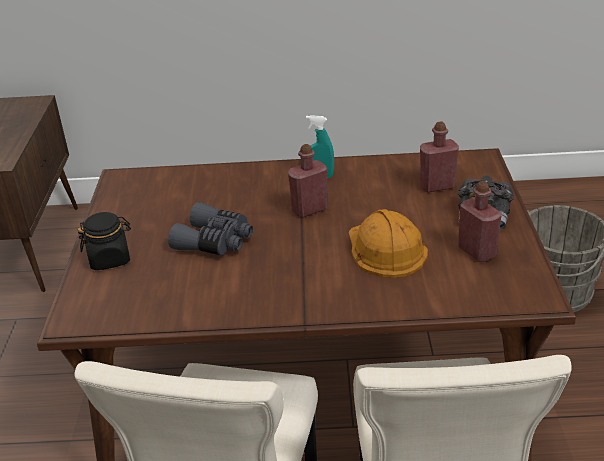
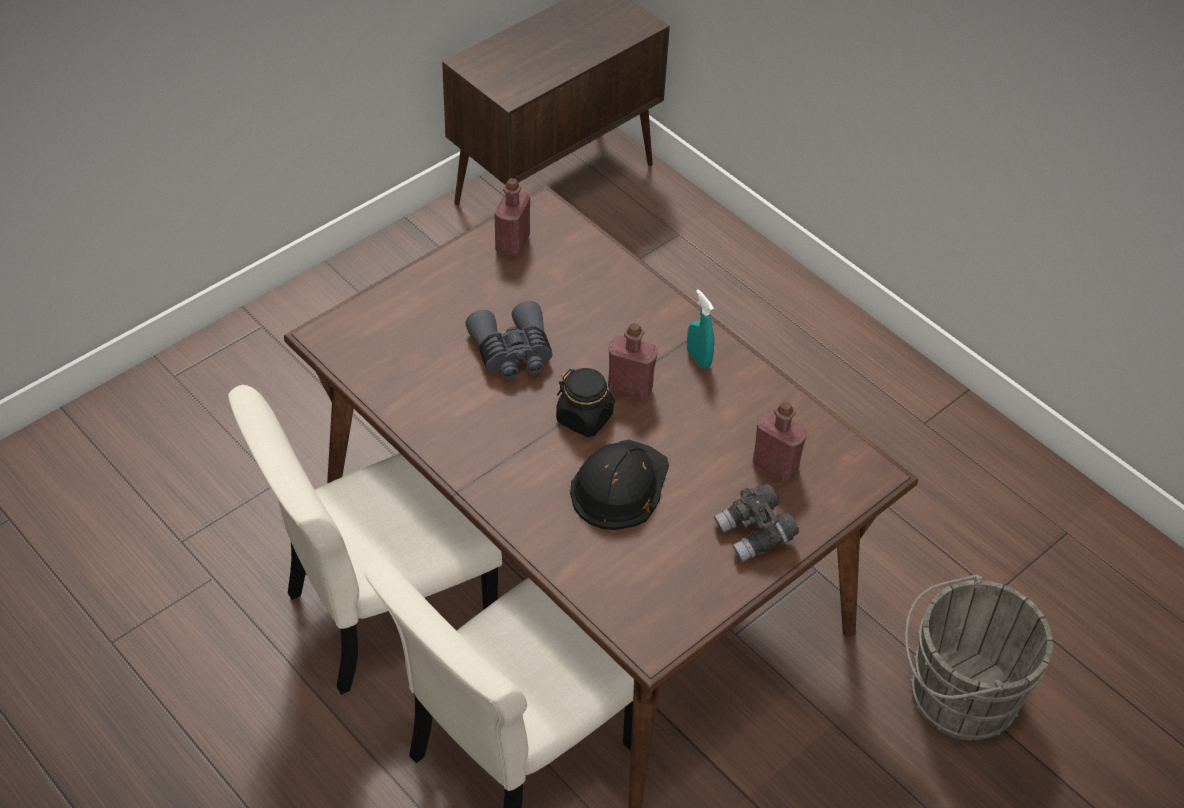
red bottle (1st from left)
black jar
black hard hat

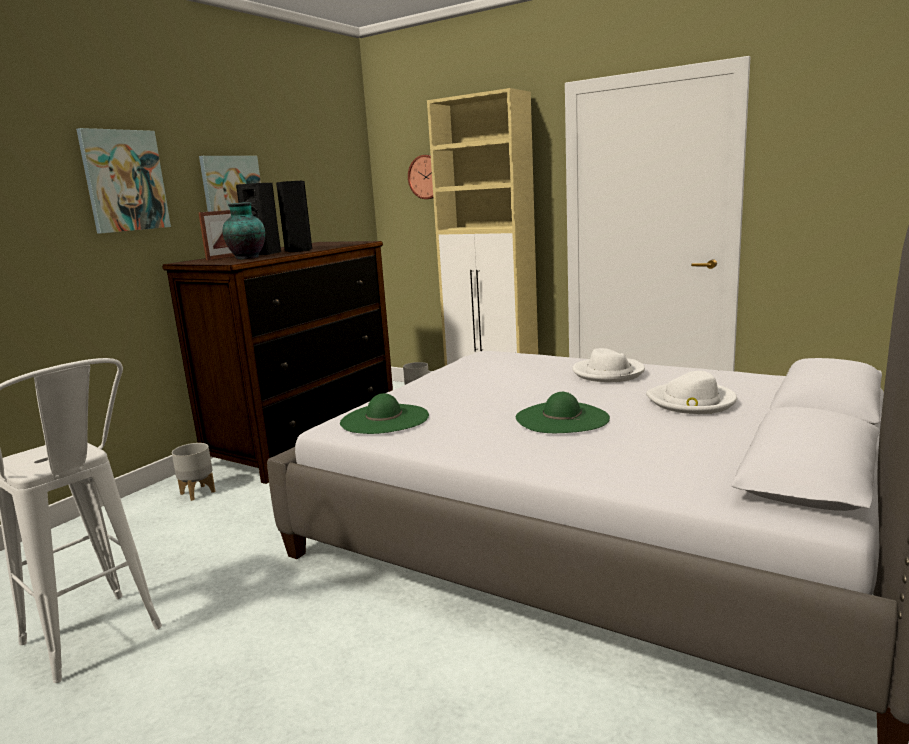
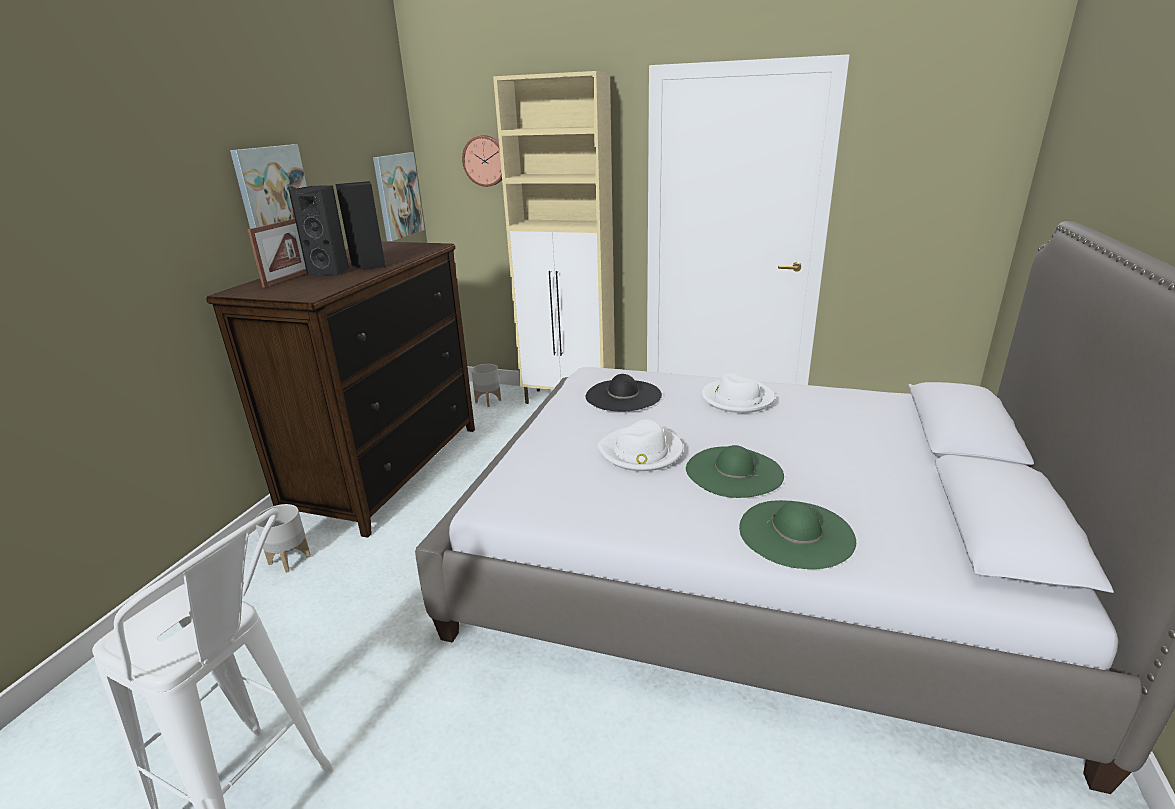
picture (2nd from left)
black hat
white hat (1st from left)
green hat (2nd from left)
vase

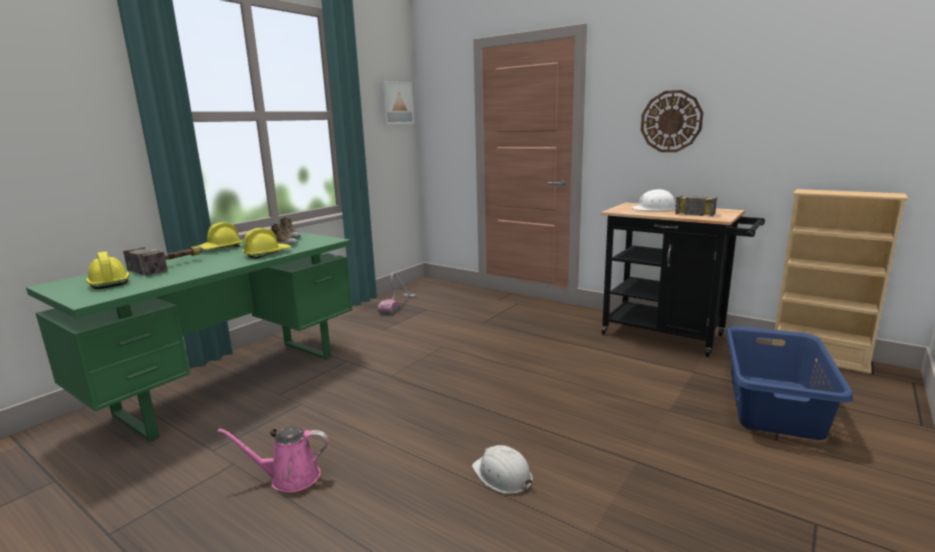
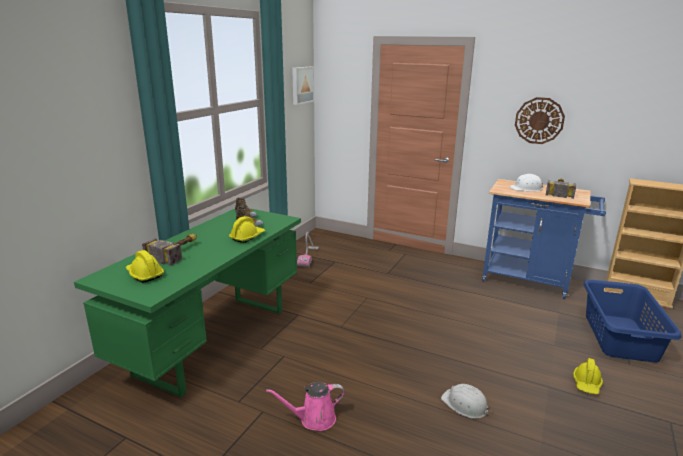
blue cart
yellow hard hat (3rd from left)

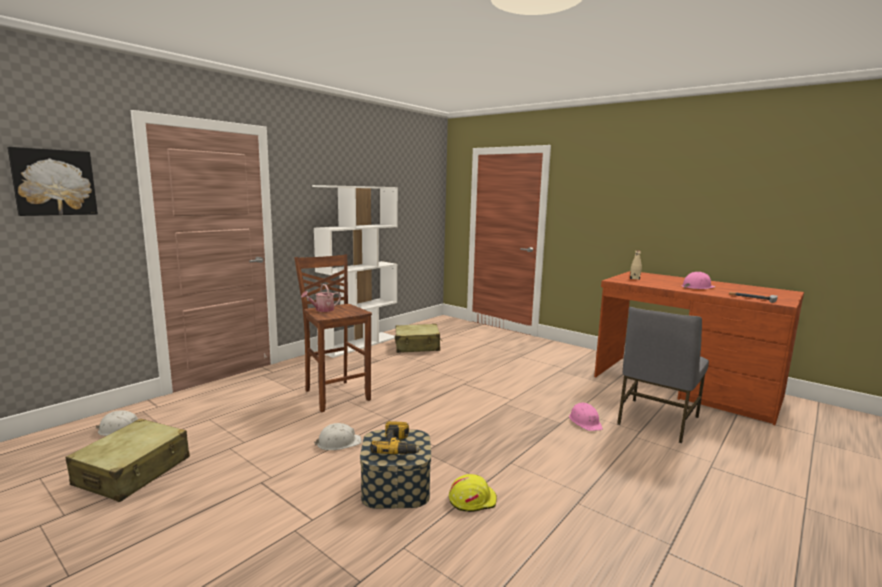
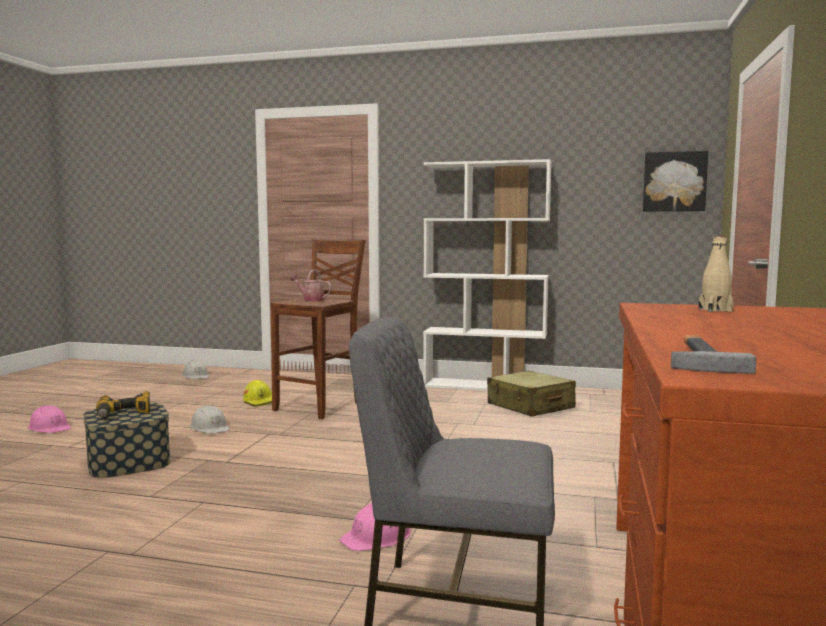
pink hard hat (1st from left)
yellow hard hat
picture
beige suitcase (1st from left in the first image)

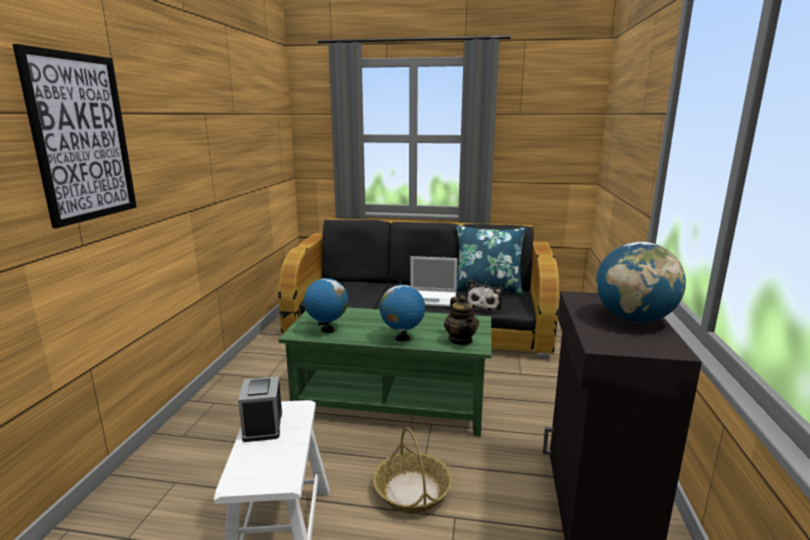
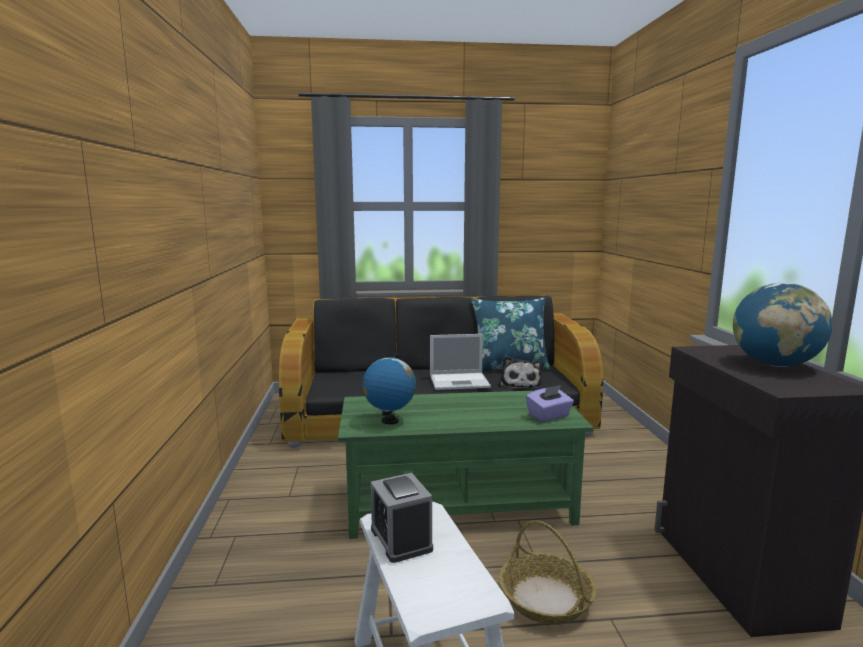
purple tissue box
picture
globe (2nd from left in the first image)

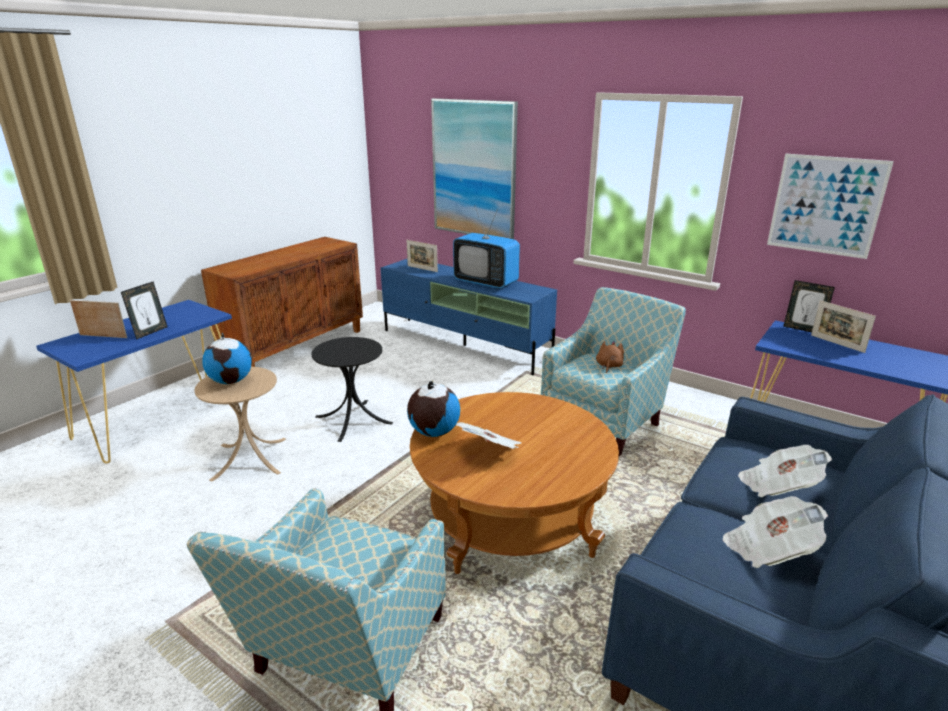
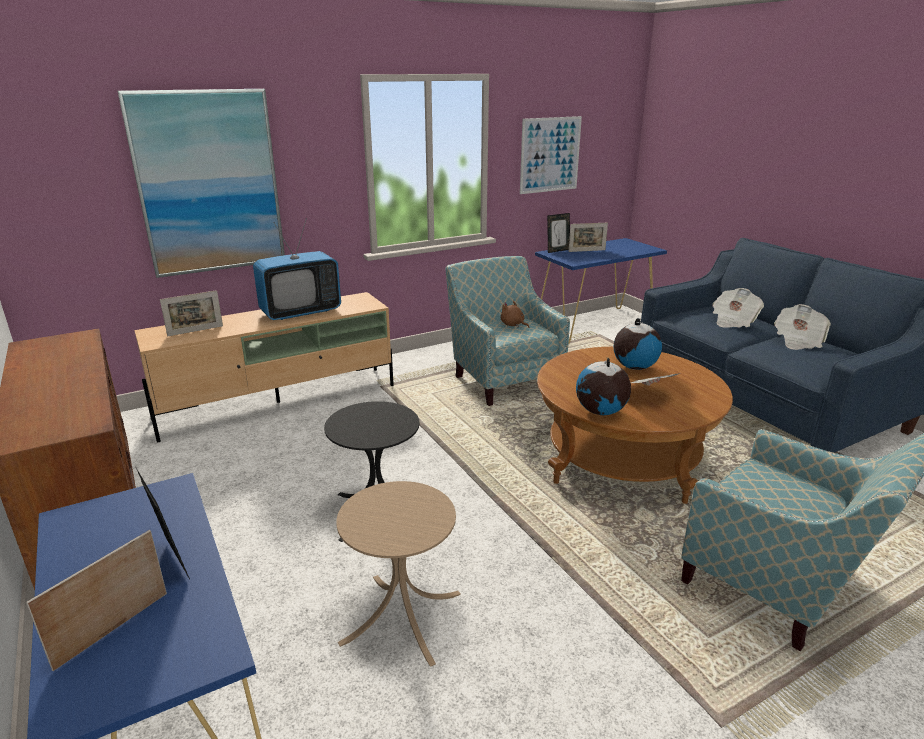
beige tv stand
globe (2nd from left)

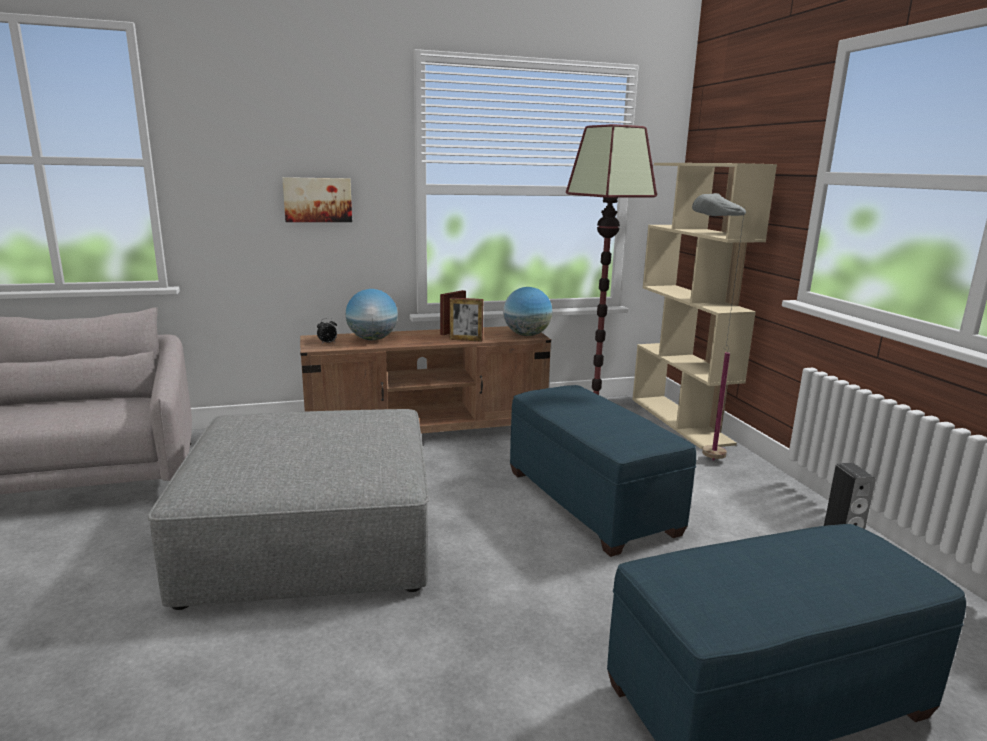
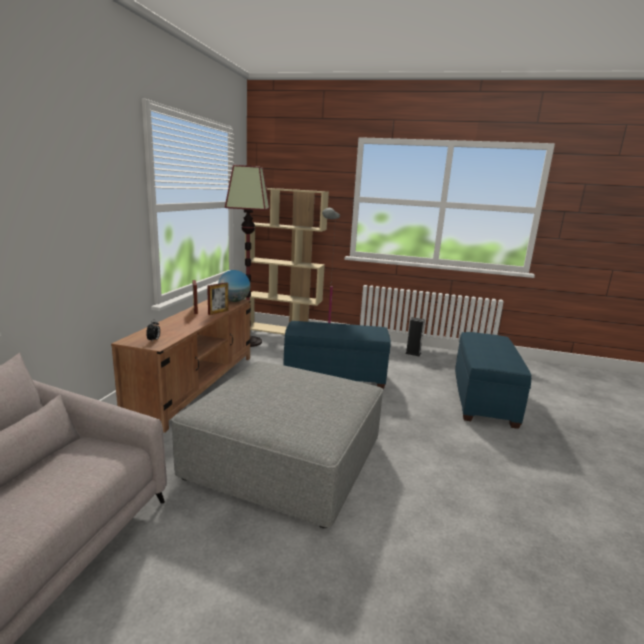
picture
globe (1st from left in the first image)

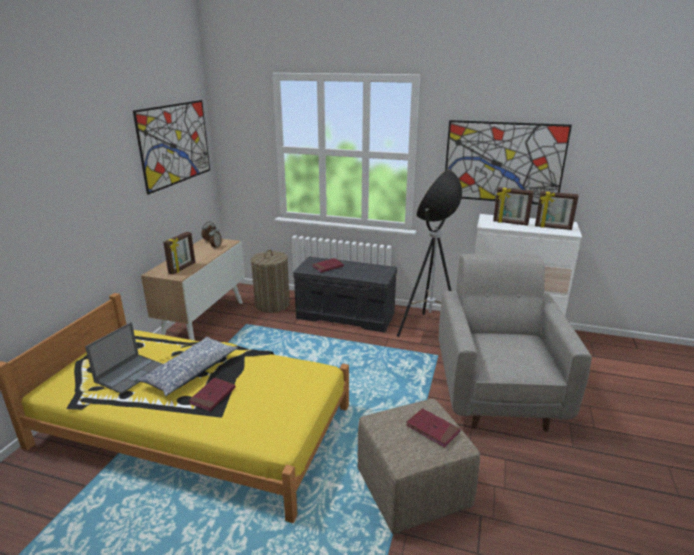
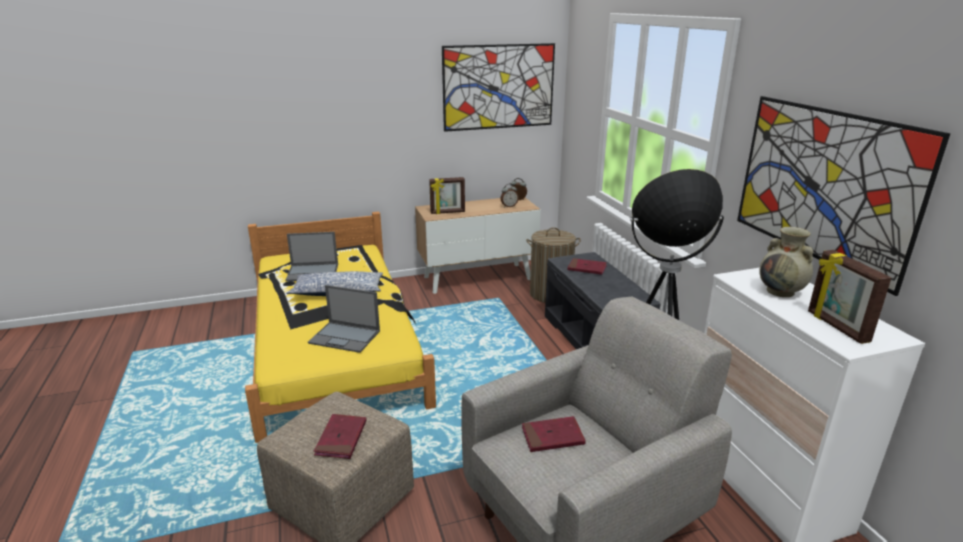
laptop (2nd from left)
red book (2nd from left)
beige vase

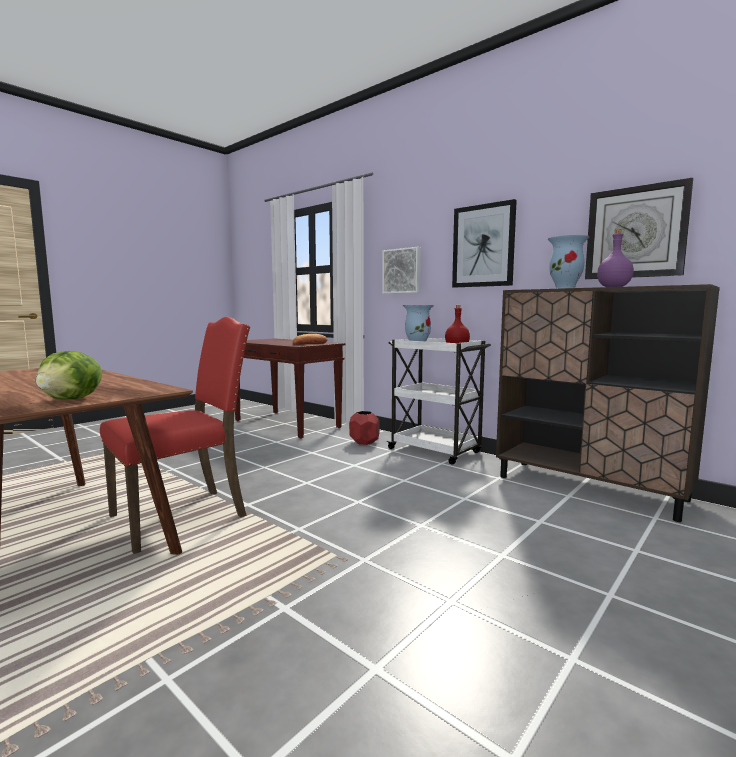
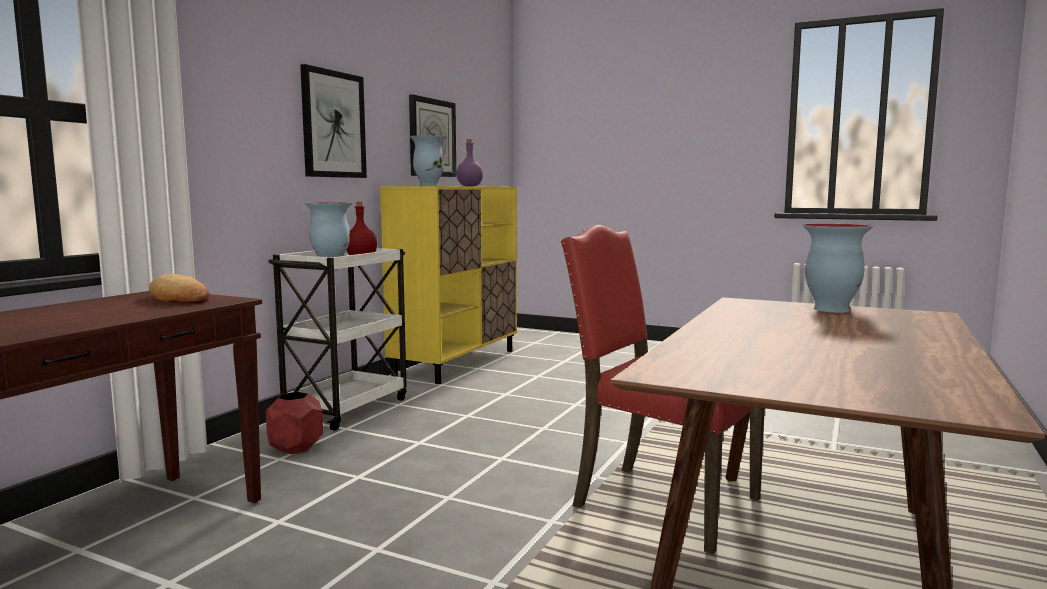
yellow cabinet
vase (3rd from left)
picture (1st from left in the first image)

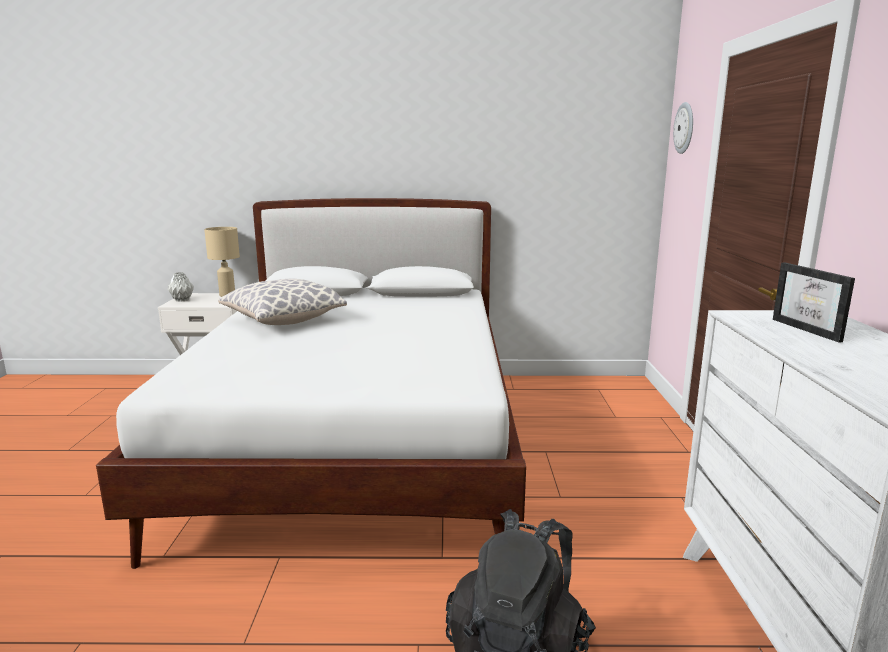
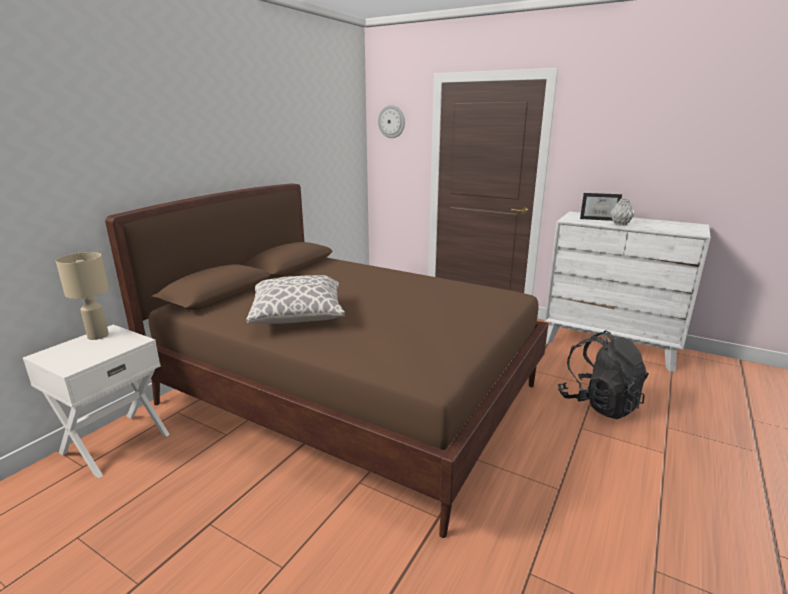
brown bed
grey vase

